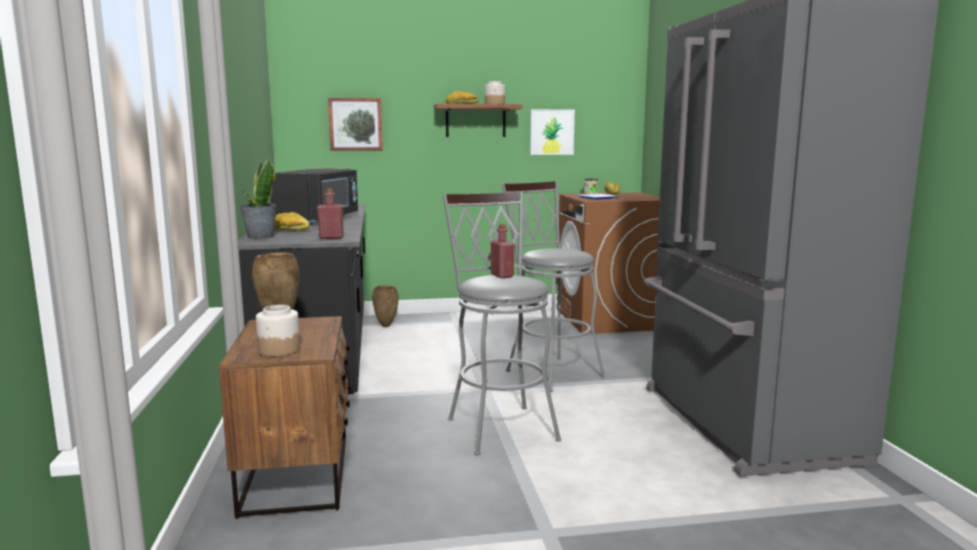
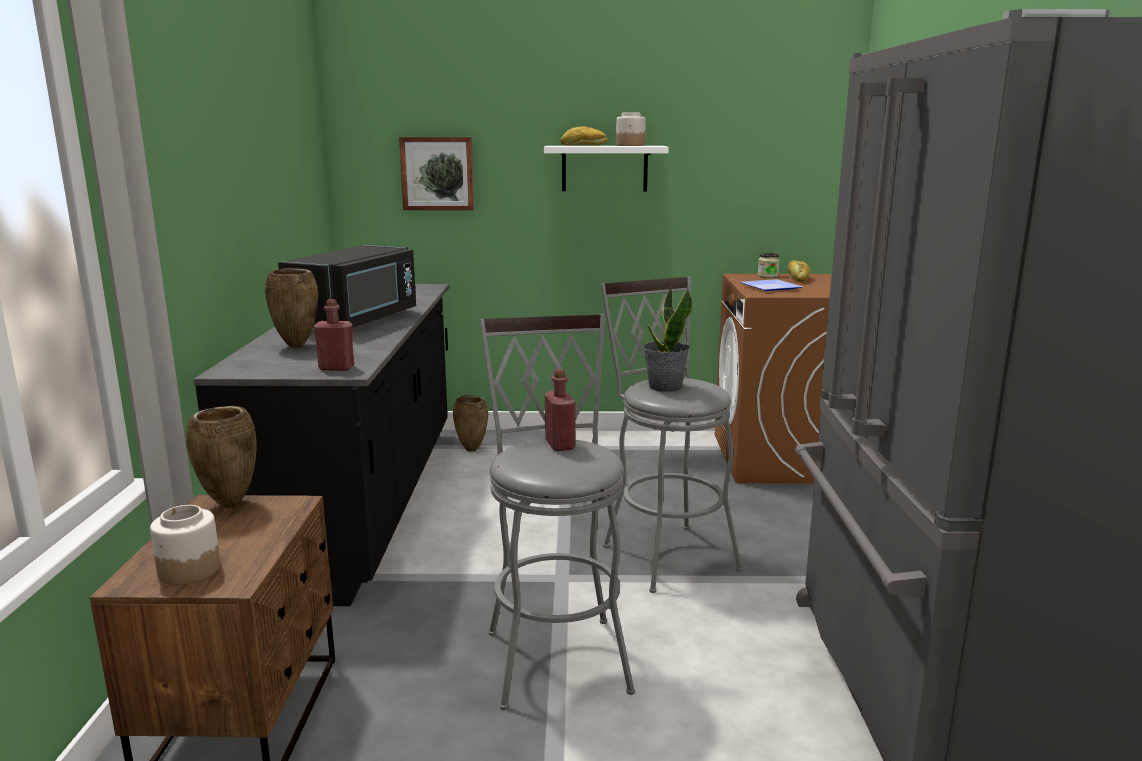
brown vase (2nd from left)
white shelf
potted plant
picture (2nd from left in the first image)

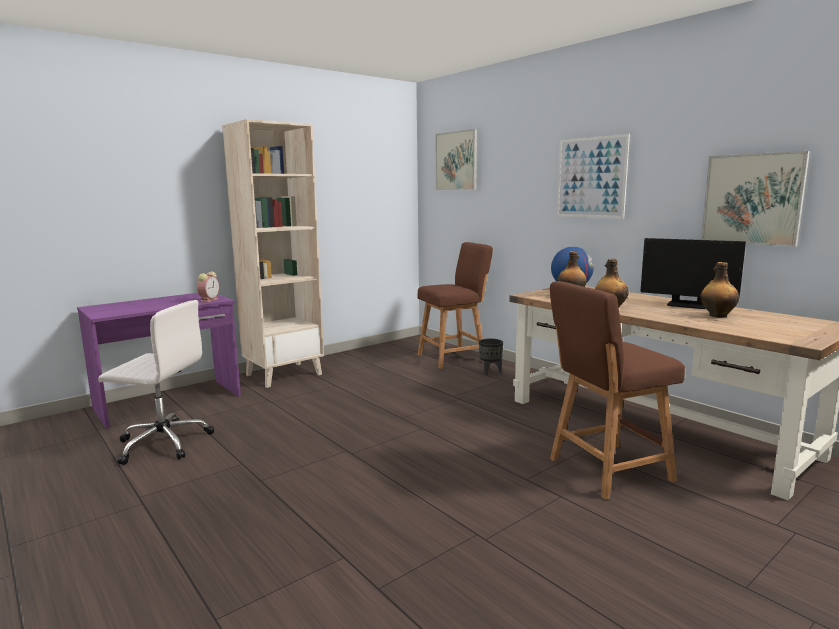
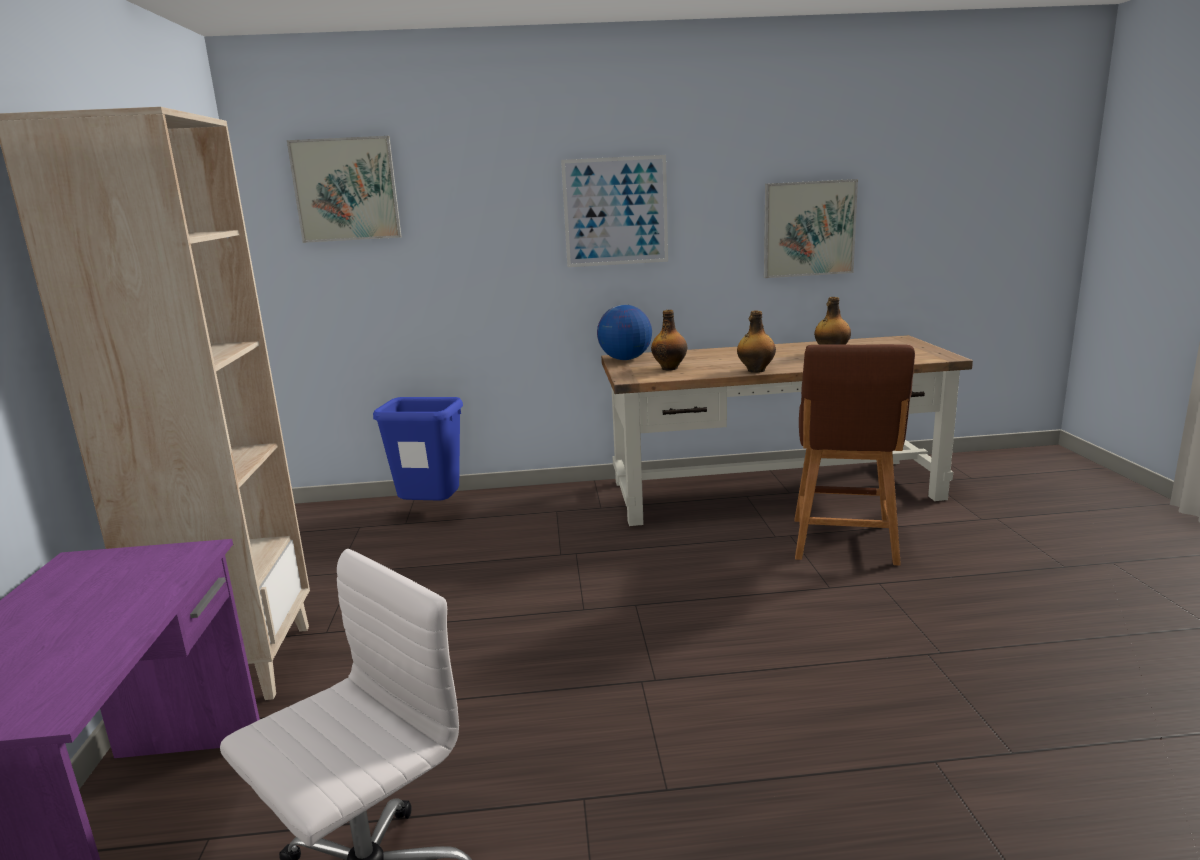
blue trash can
alarm clock
black planter
monitor

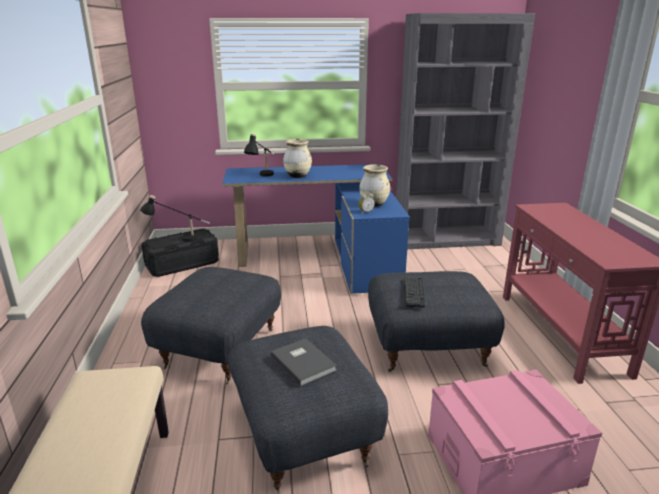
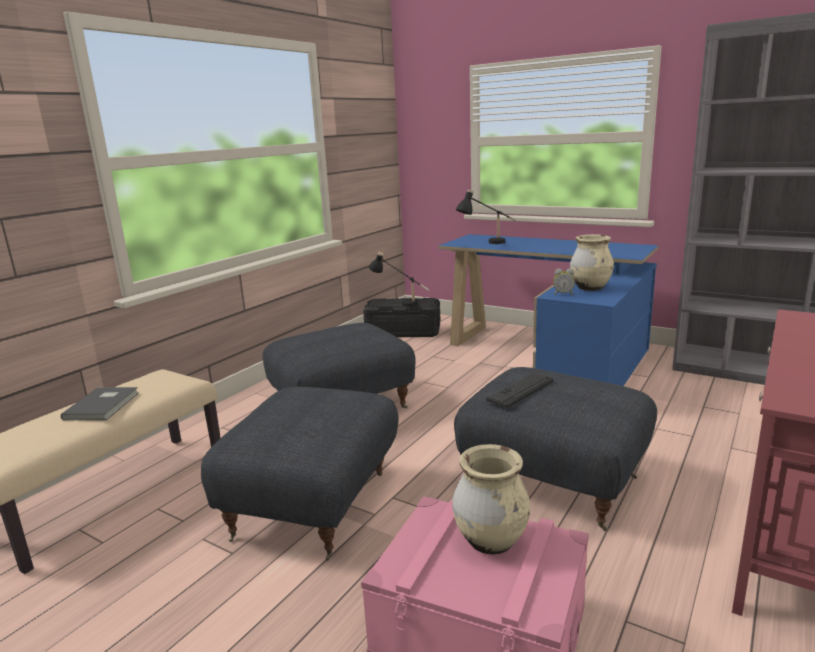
grey book
beige vase (1st from left)

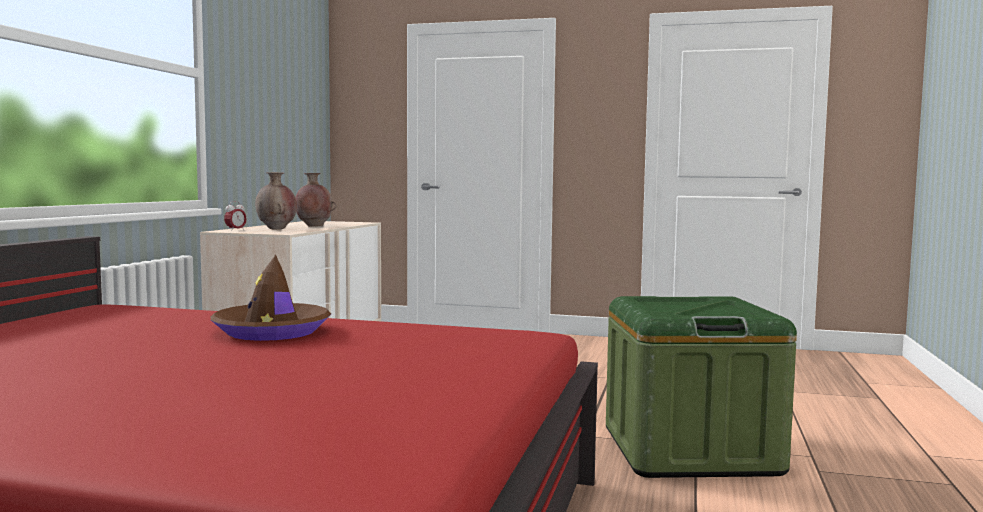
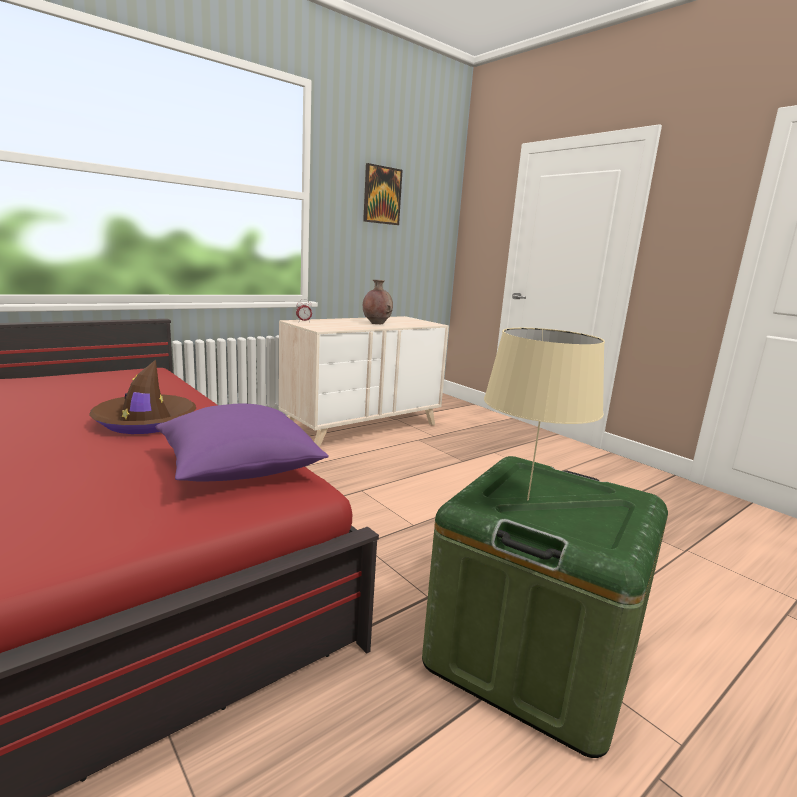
purple pillow
picture
beige table lamp
brown vase (1st from left in the first image)

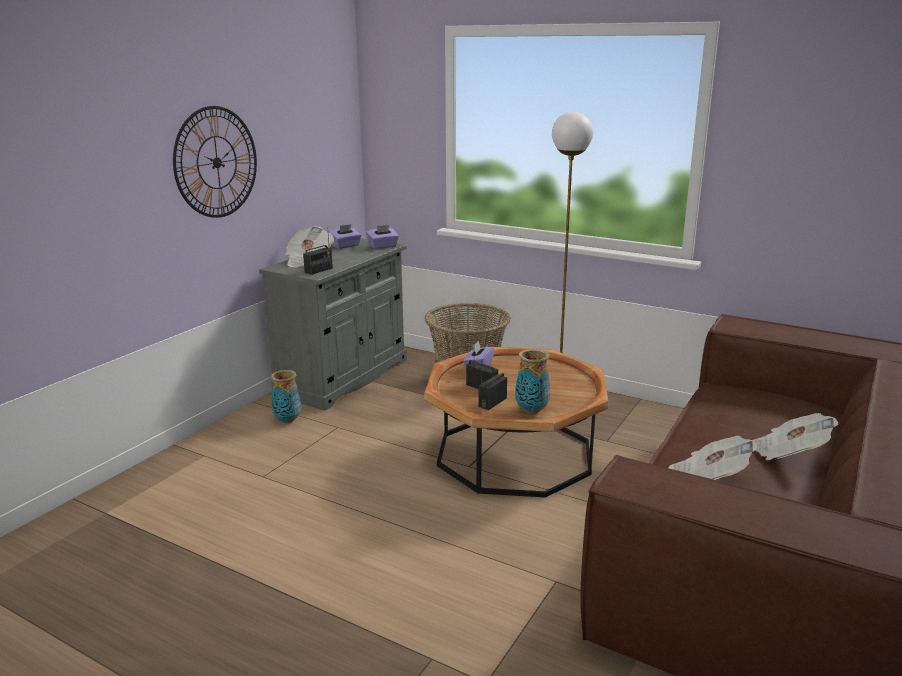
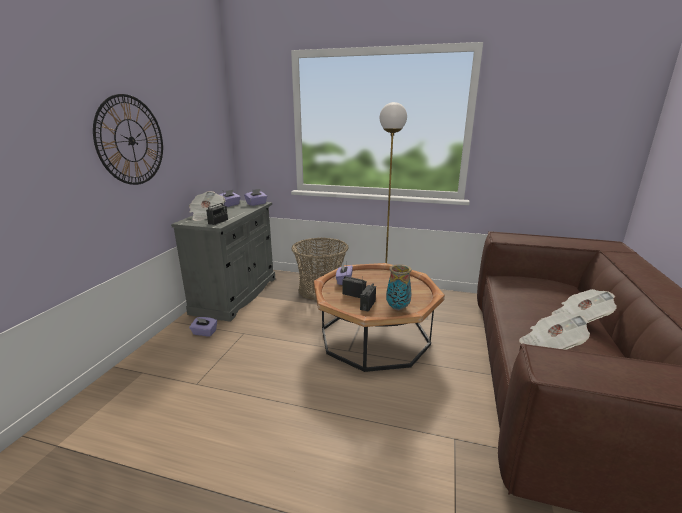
purple tissue box (1st from left)

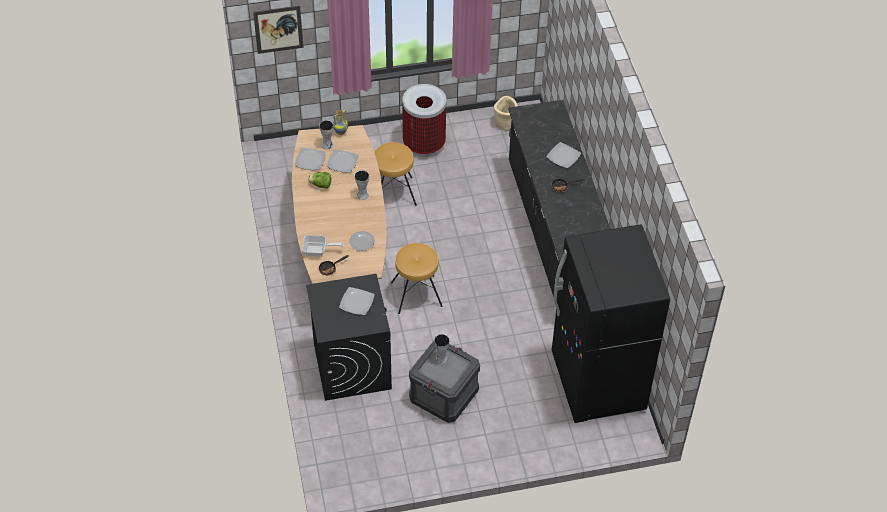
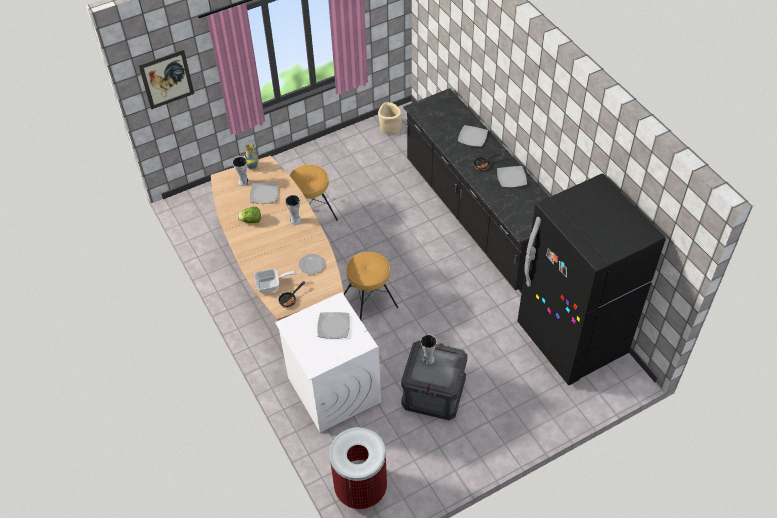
white washing machine
trash can
plate (5th from left)

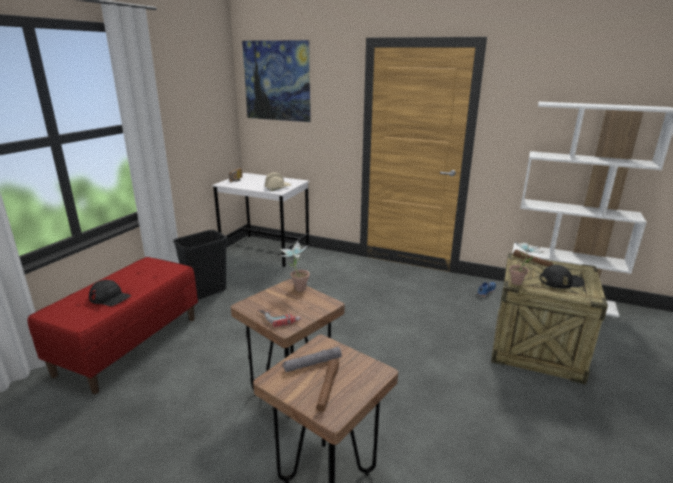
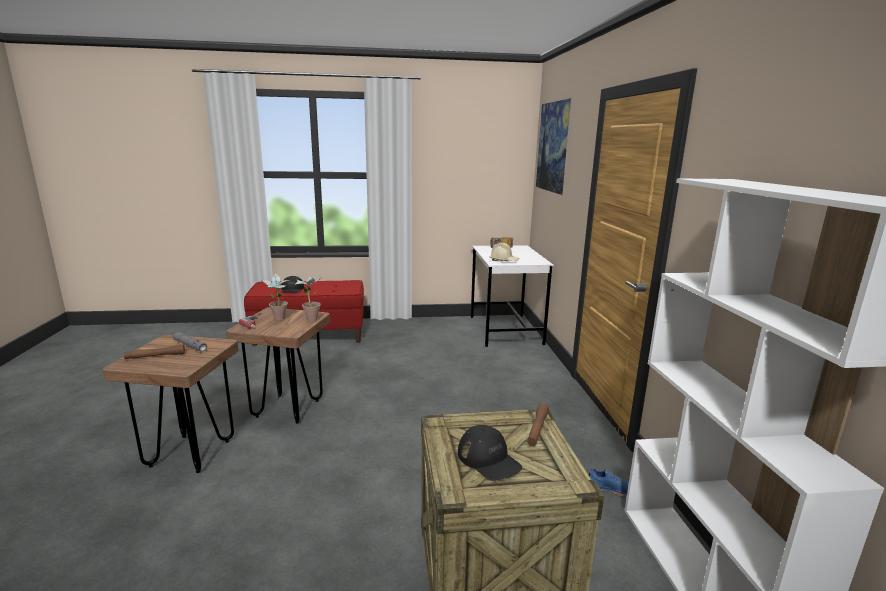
potted plant (1st from left)
black trash can

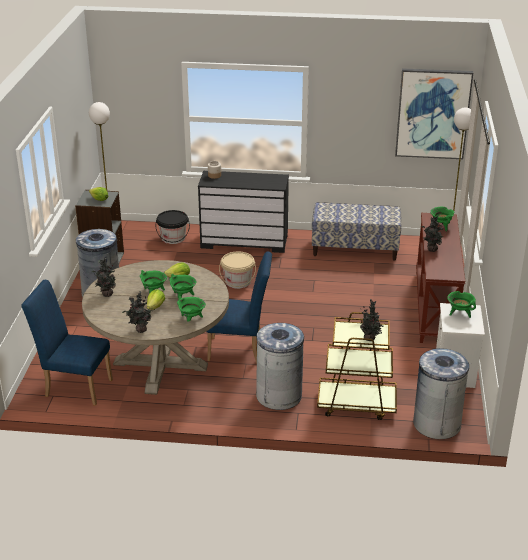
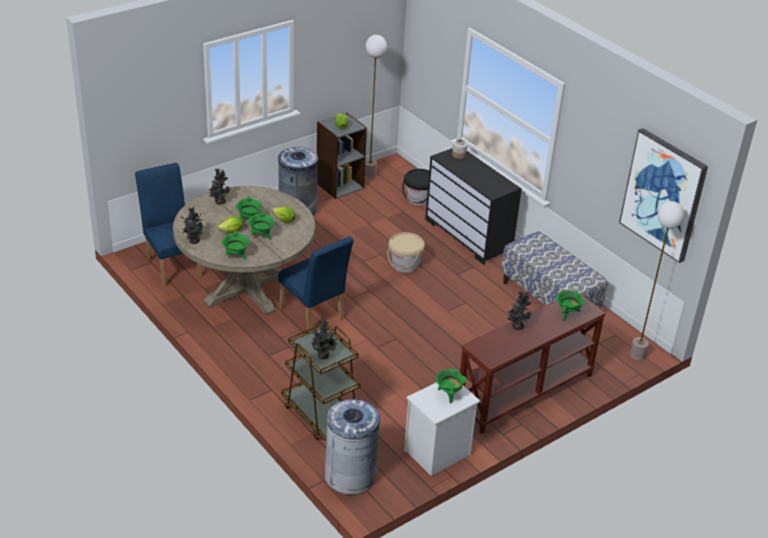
grey trash can (2nd from left in the first image)

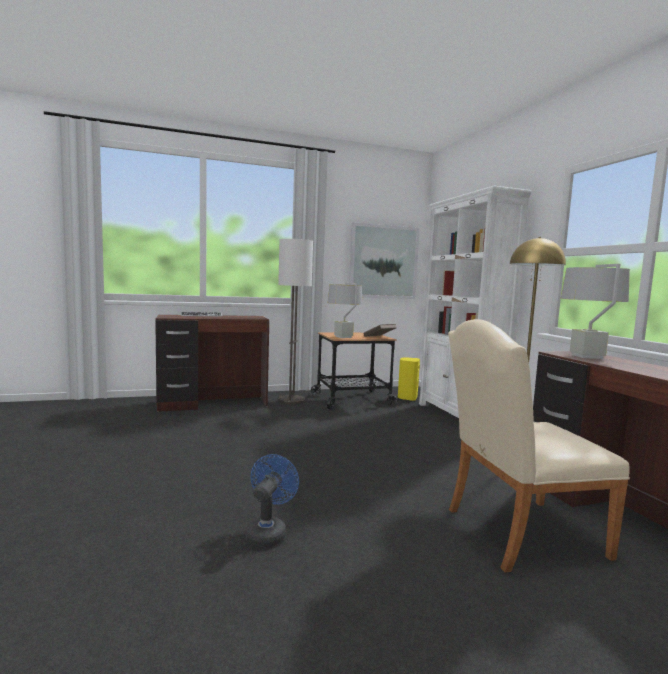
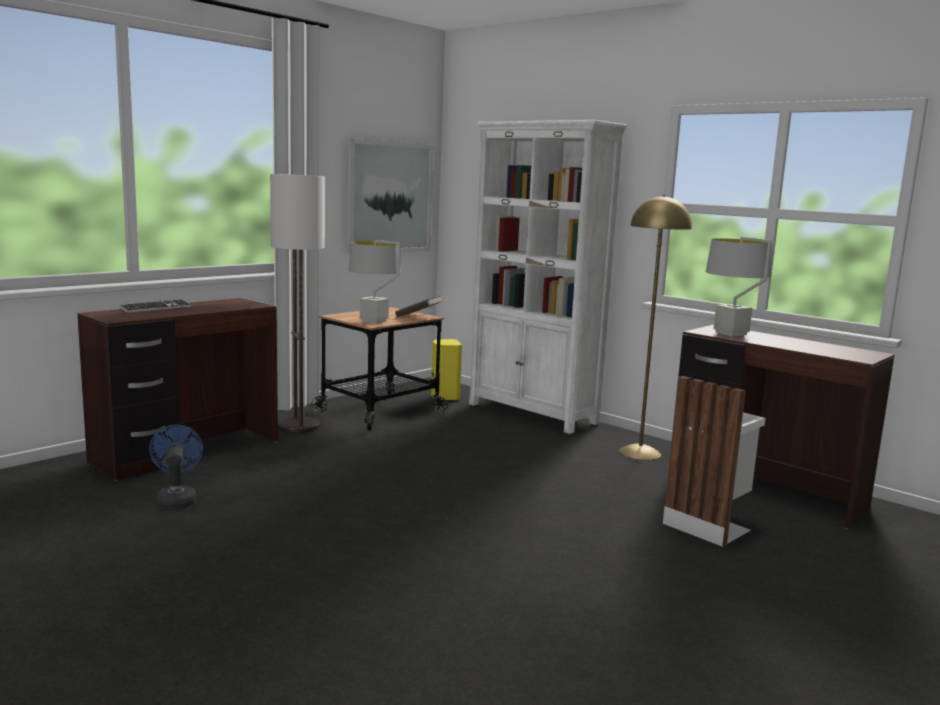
blue fan
white trash can

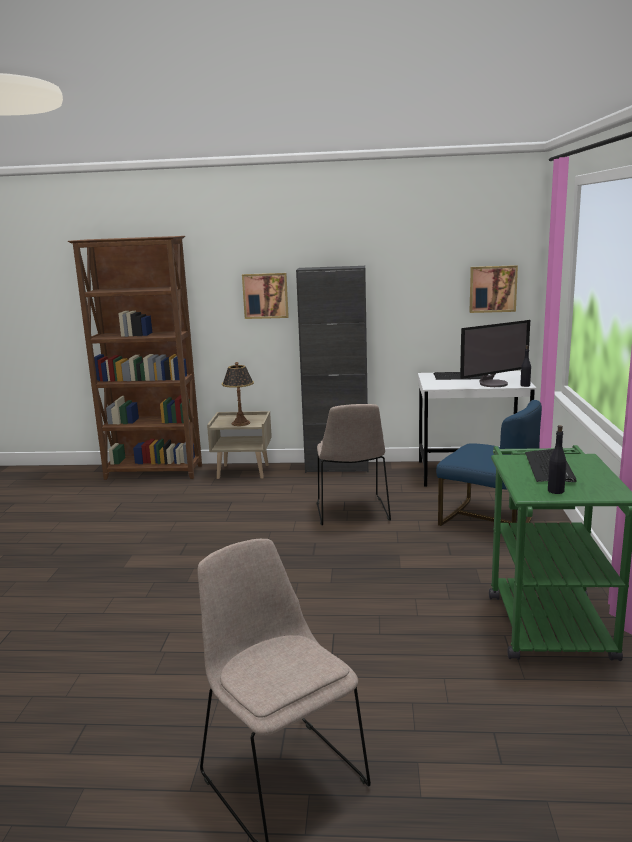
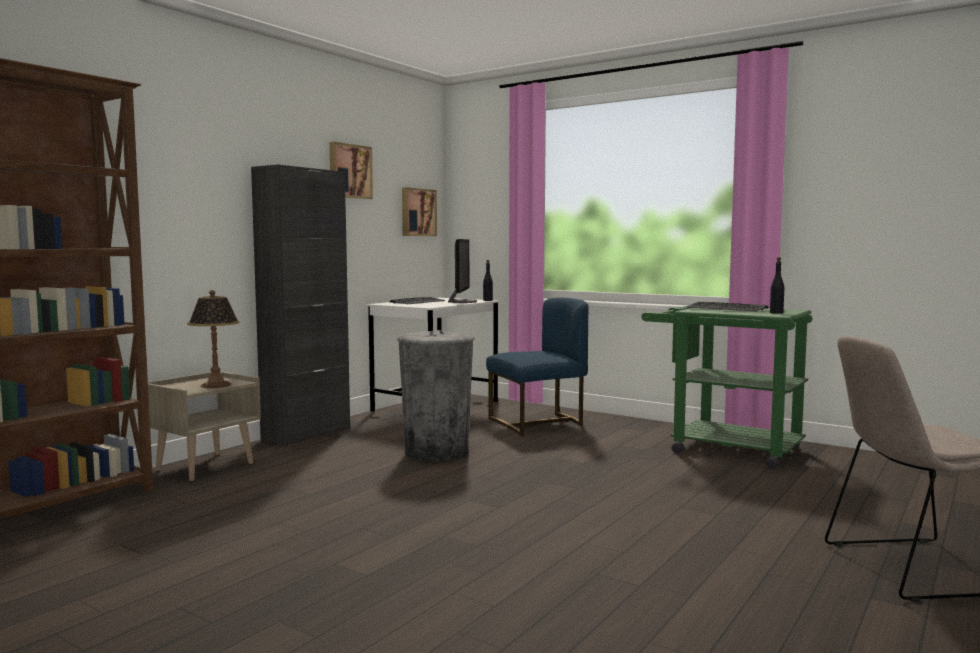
picture (1st from left)
grey trash can

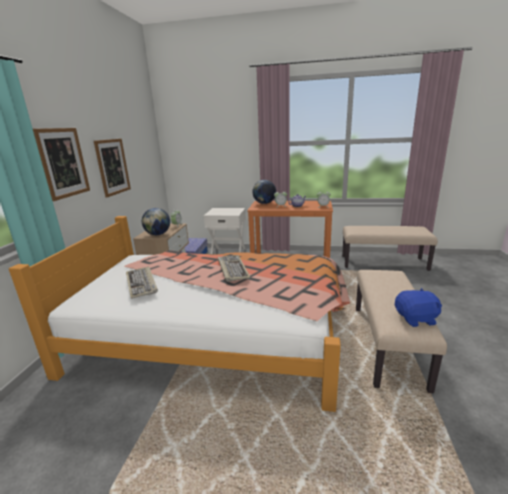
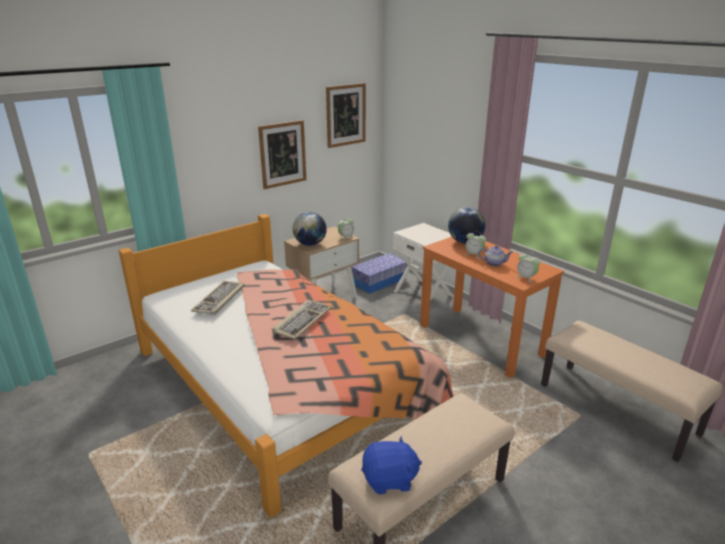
picture (2nd from left)
blue plush toy

